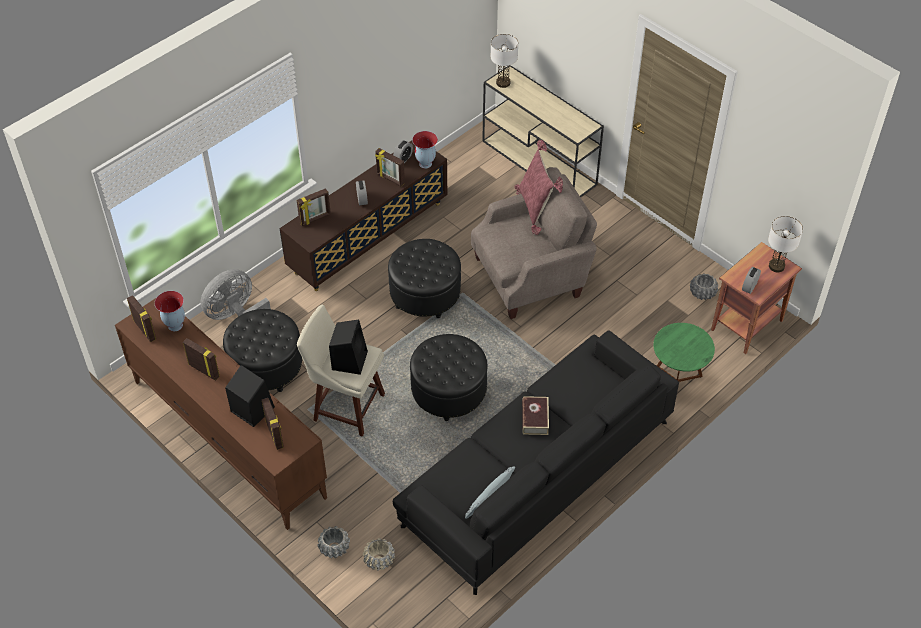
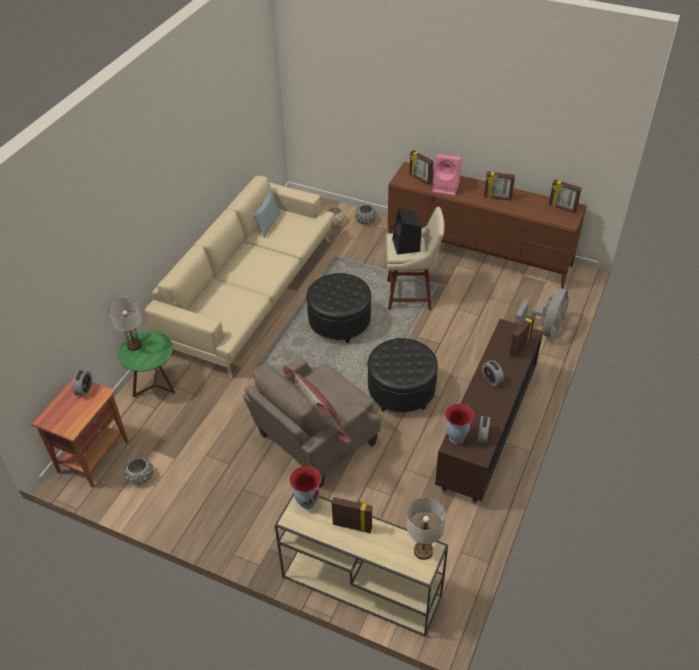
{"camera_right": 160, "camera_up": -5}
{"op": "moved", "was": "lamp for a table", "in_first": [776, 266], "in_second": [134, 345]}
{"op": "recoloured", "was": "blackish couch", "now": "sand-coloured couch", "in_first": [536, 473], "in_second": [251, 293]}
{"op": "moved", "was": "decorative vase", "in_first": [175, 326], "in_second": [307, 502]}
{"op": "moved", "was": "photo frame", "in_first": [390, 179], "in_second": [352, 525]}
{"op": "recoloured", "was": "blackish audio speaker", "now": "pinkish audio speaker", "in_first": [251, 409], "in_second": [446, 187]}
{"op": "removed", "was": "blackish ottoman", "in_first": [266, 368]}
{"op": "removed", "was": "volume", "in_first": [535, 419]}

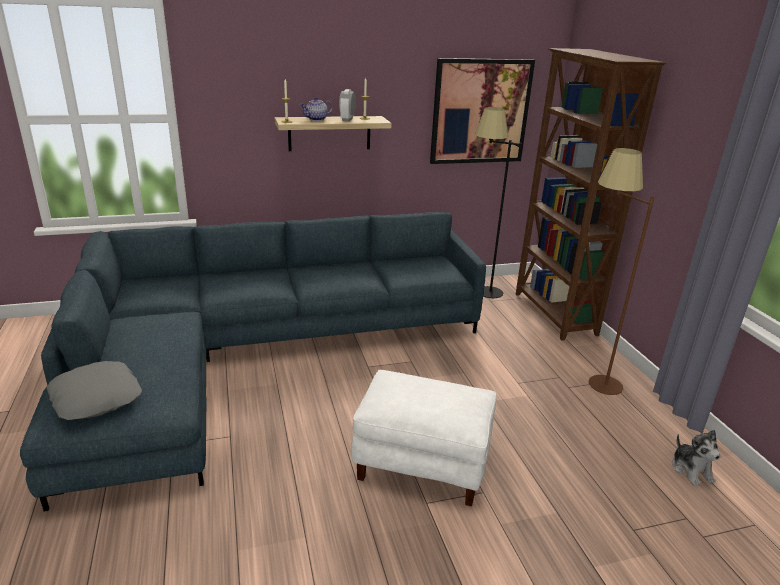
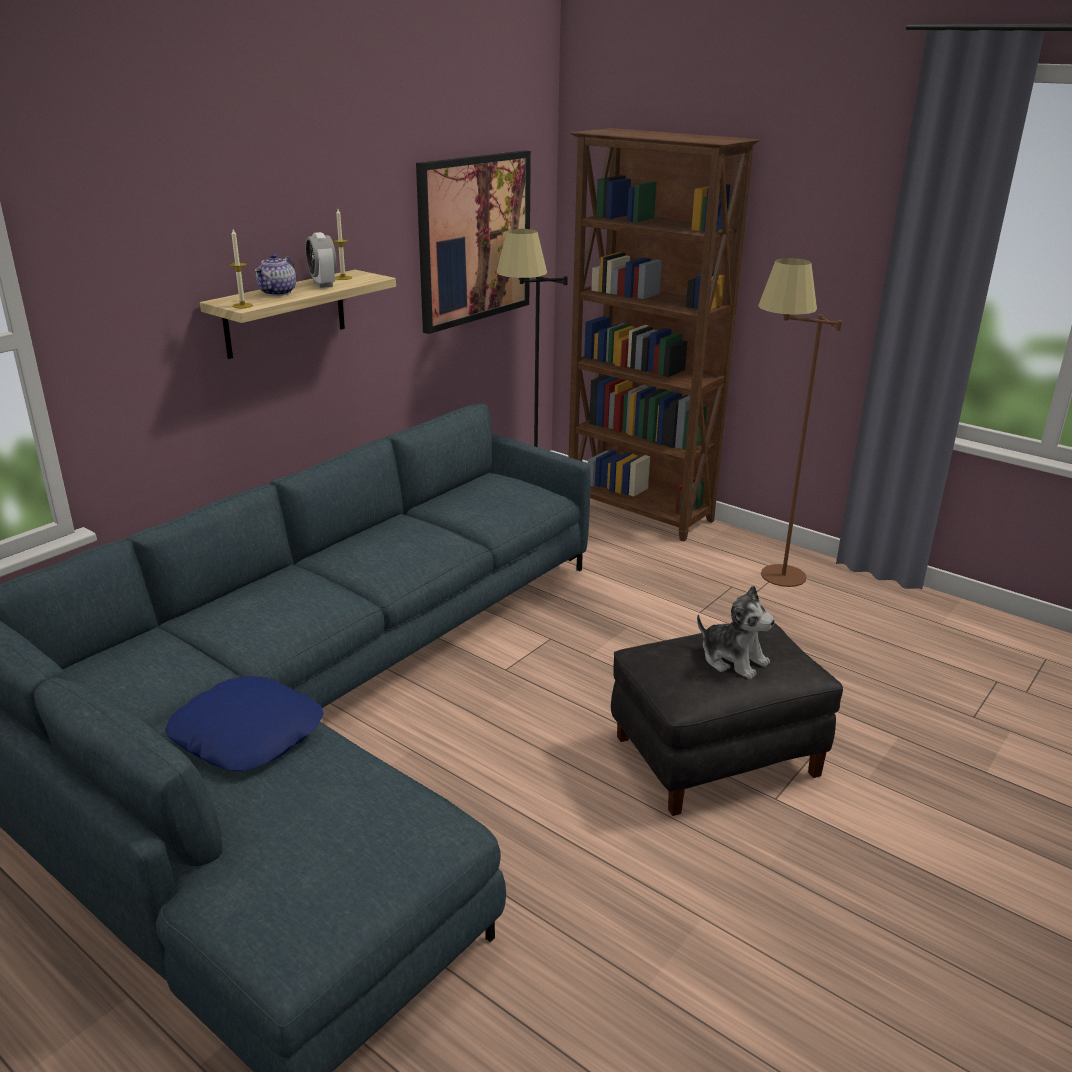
{"camera_right": -35, "camera_up": 0}
{"op": "added", "now": "bluish cushion", "in_second": [248, 734]}
{"op": "recoloured", "was": "whitish ottoman", "now": "blackish ottoman", "in_first": [423, 462], "in_second": [716, 755]}
{"op": "moved", "was": "soft toy", "in_first": [691, 470], "in_second": [733, 660]}
{"op": "removed", "was": "greyish cushion", "in_first": [97, 397]}

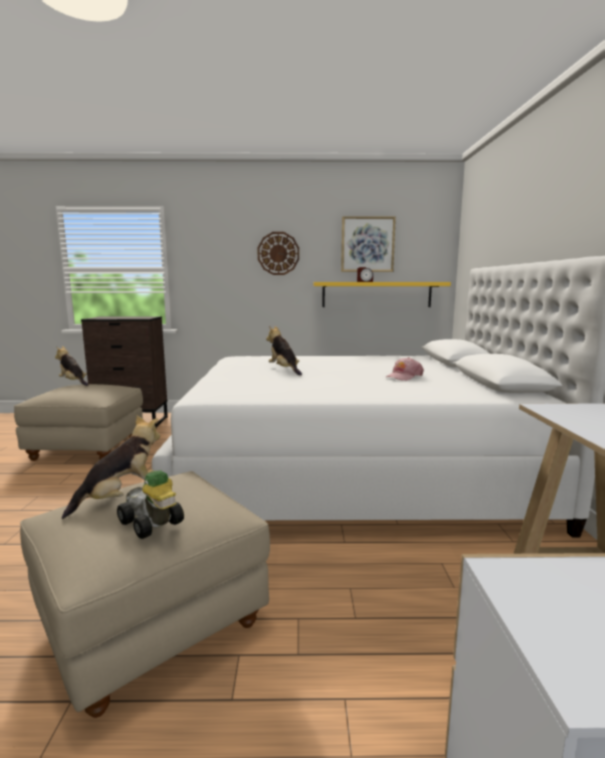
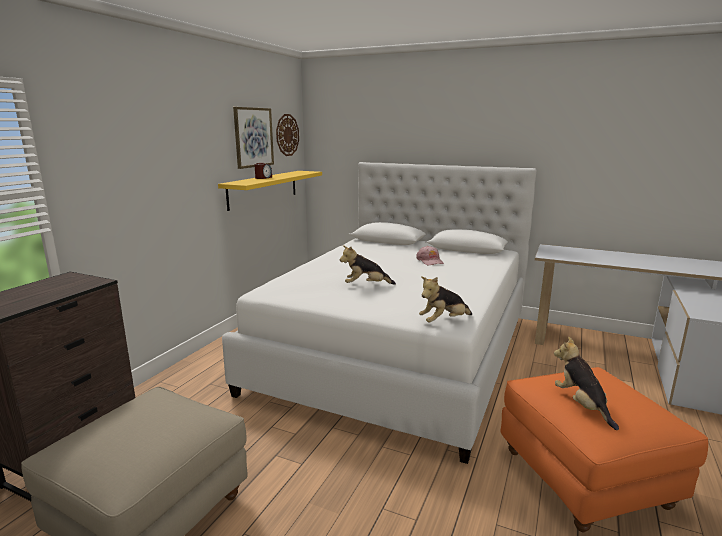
{"camera_right": -65, "camera_up": 5}
{"op": "moved", "was": "wall clock", "in_first": [278, 253], "in_second": [287, 135]}
{"op": "moved", "was": "soft toy", "in_first": [73, 382], "in_second": [444, 321]}
{"op": "recoloured", "was": "sand-coloured ottoman", "now": "orangey ottoman", "in_first": [152, 625], "in_second": [585, 479]}
{"op": "removed", "was": "miniature car", "in_first": [151, 525]}

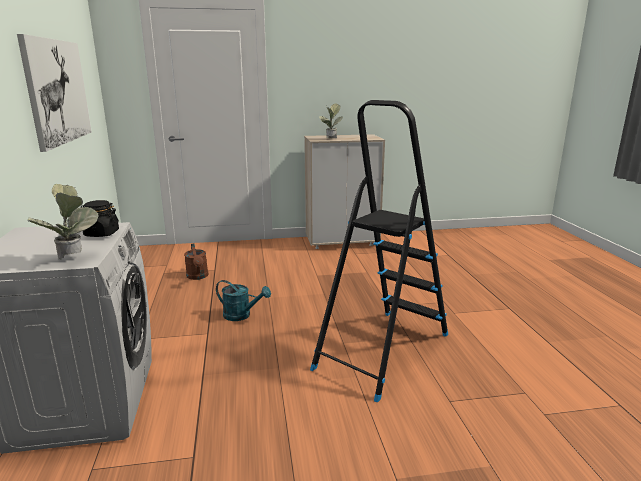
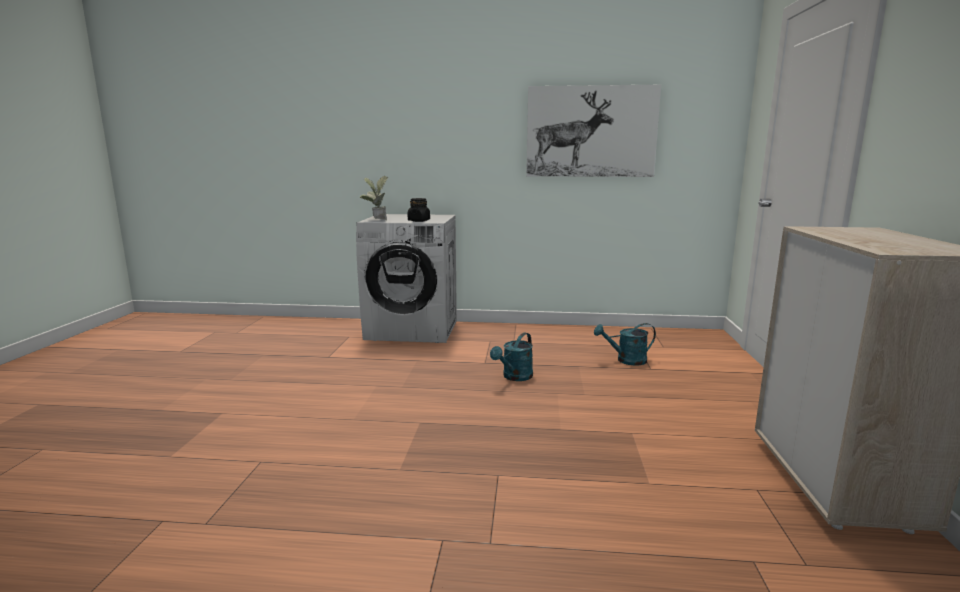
{"camera_right": 105, "camera_up": -5}
{"op": "recoloured", "was": "brown watering pot", "now": "turquoise-coloured watering pot", "in_first": [198, 277], "in_second": [626, 360]}
{"op": "removed", "was": "blackish step ladder", "in_first": [384, 350]}
{"op": "removed", "was": "potted plant", "in_first": [330, 139]}

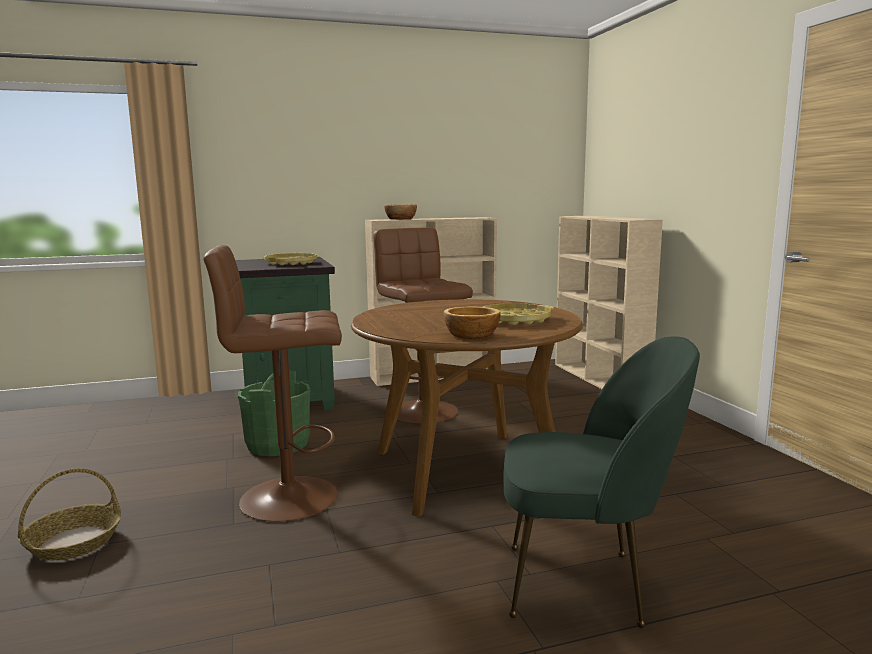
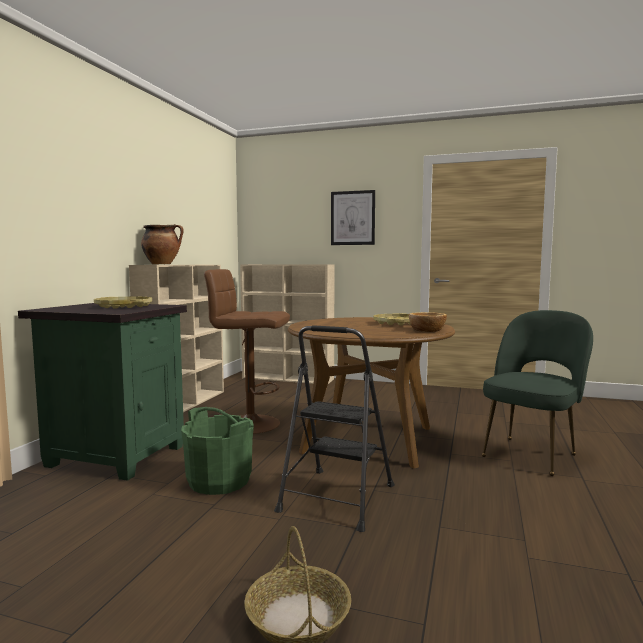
{"camera_right": -55, "camera_up": -5}
{"op": "replaced", "was": "serving bowl", "now": "stockpot", "in_first": [401, 219], "in_second": [162, 264]}
{"op": "replaced", "was": "brown stool", "now": "blackish step ladder", "in_first": [288, 498], "in_second": [335, 498]}
{"op": "added", "now": "picture", "in_second": [353, 218]}

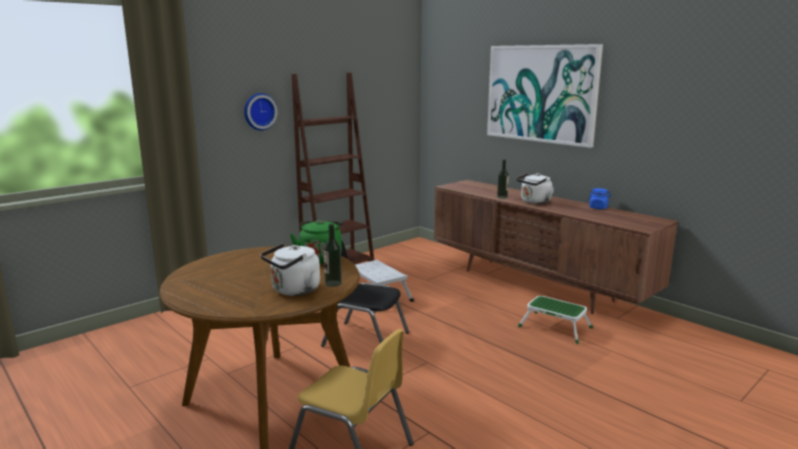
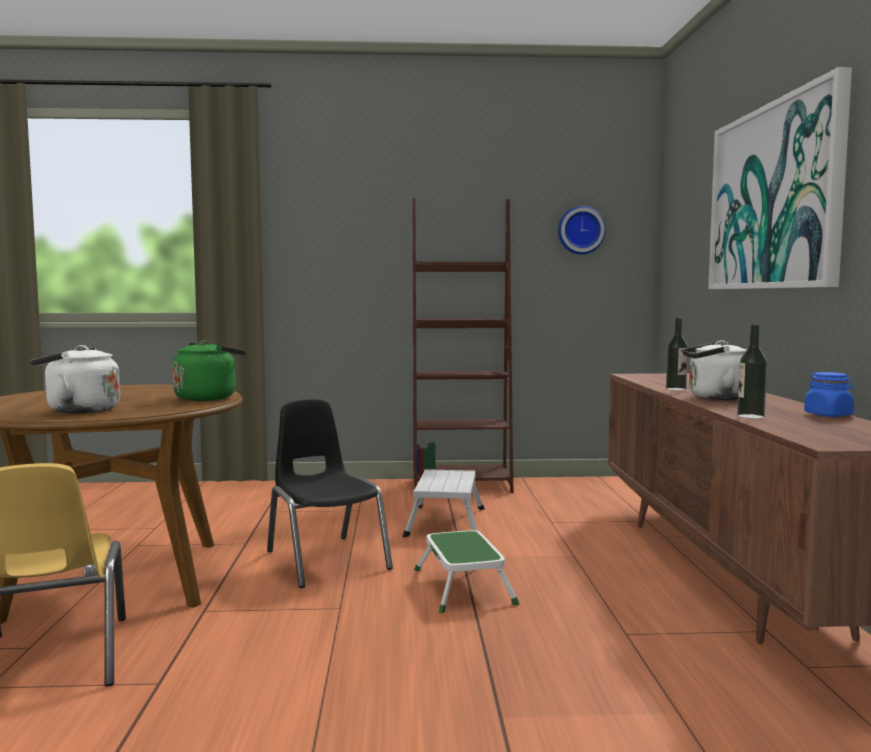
{"camera_right": 40, "camera_up": -10}
{"op": "moved", "was": "green-coloured step ladder", "in_first": [555, 327], "in_second": [463, 586]}
{"op": "moved", "was": "wall clock", "in_first": [259, 111], "in_second": [580, 230]}
{"op": "moved", "was": "beverage bottle", "in_first": [333, 283], "in_second": [750, 416]}

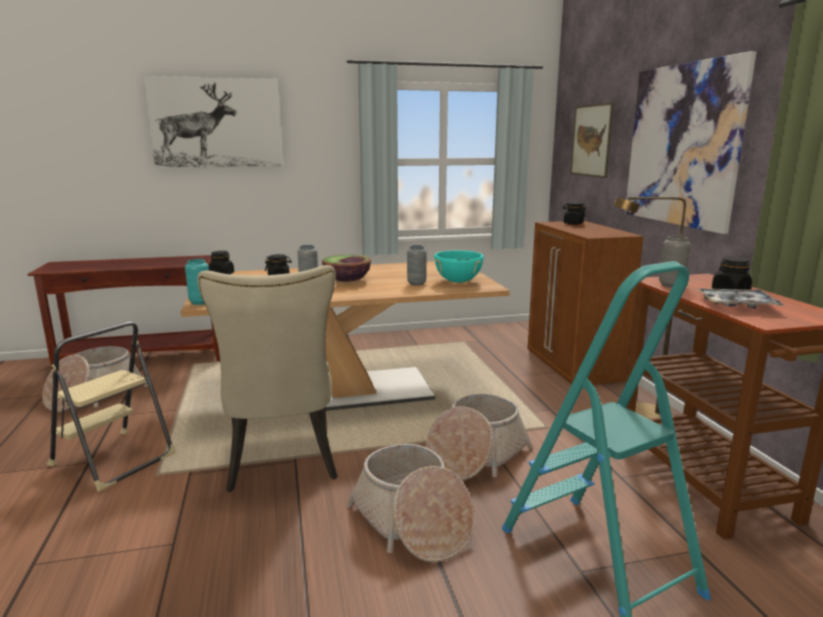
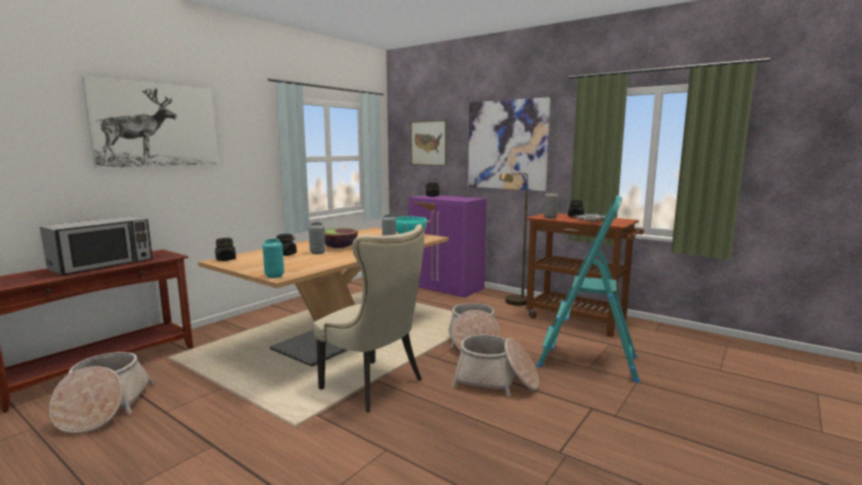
{"camera_right": -40, "camera_up": -5}
{"op": "added", "now": "kitchen microwave", "in_second": [103, 265]}
{"op": "recoloured", "was": "brown cupboard", "now": "purple cupboard", "in_first": [573, 364], "in_second": [446, 287]}
{"op": "removed", "was": "sand-coloured step ladder", "in_first": [115, 460]}

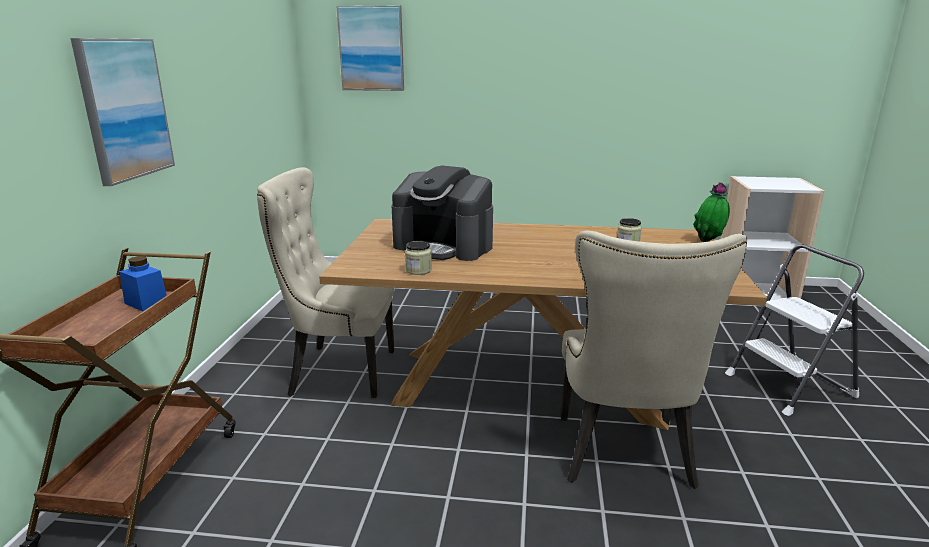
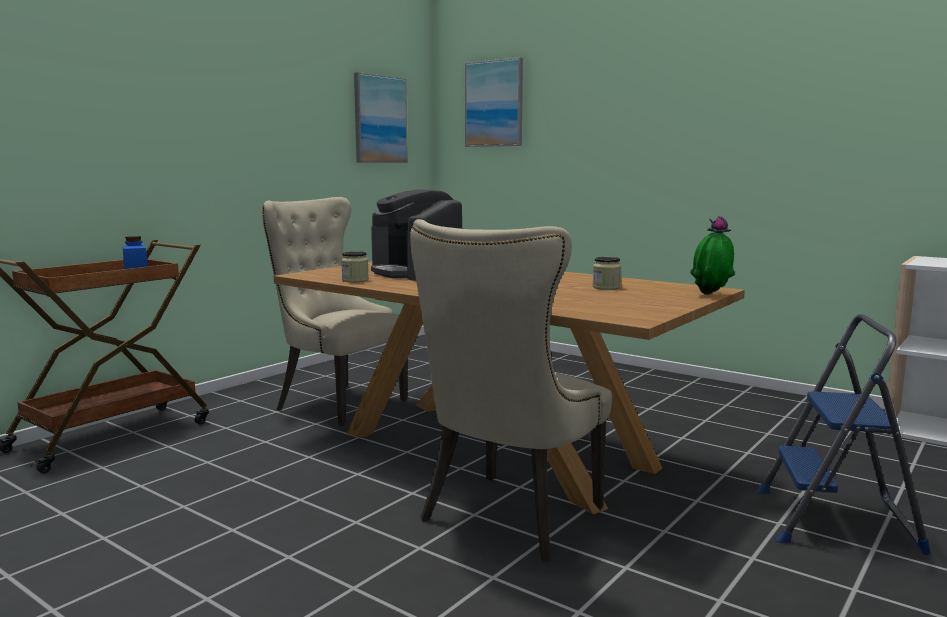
{"camera_right": 30, "camera_up": -10}
{"op": "moved", "was": "picture", "in_first": [124, 109], "in_second": [379, 119]}
{"op": "recoloured", "was": "whitish step ladder", "now": "bluish step ladder", "in_first": [794, 384], "in_second": [843, 521]}

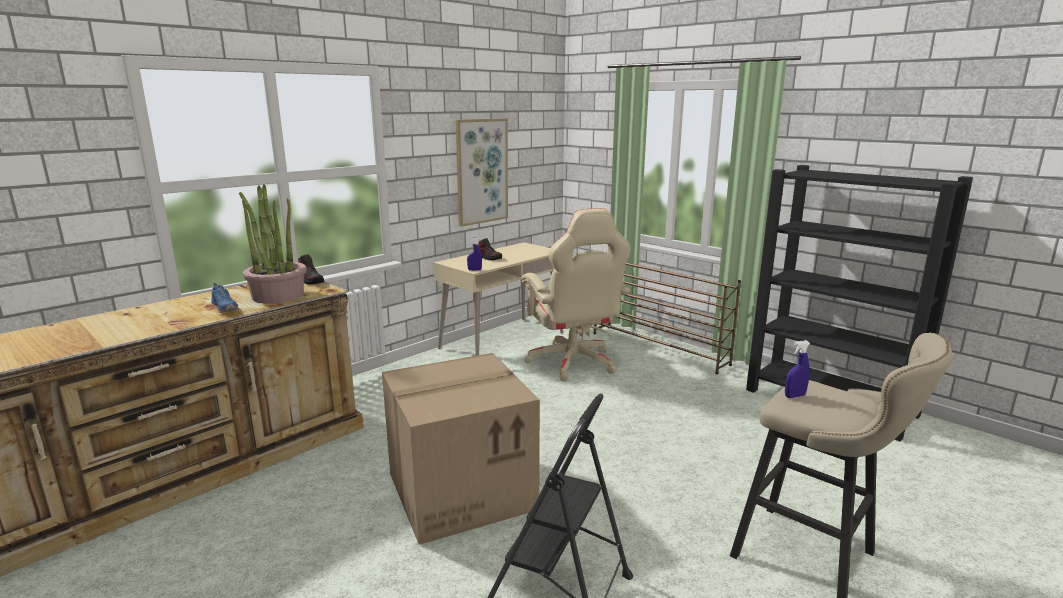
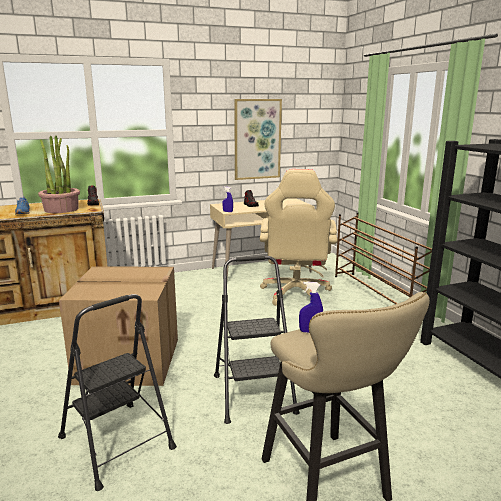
{"camera_right": 25, "camera_up": 0}
{"op": "added", "now": "blackish step ladder", "in_second": [253, 391]}

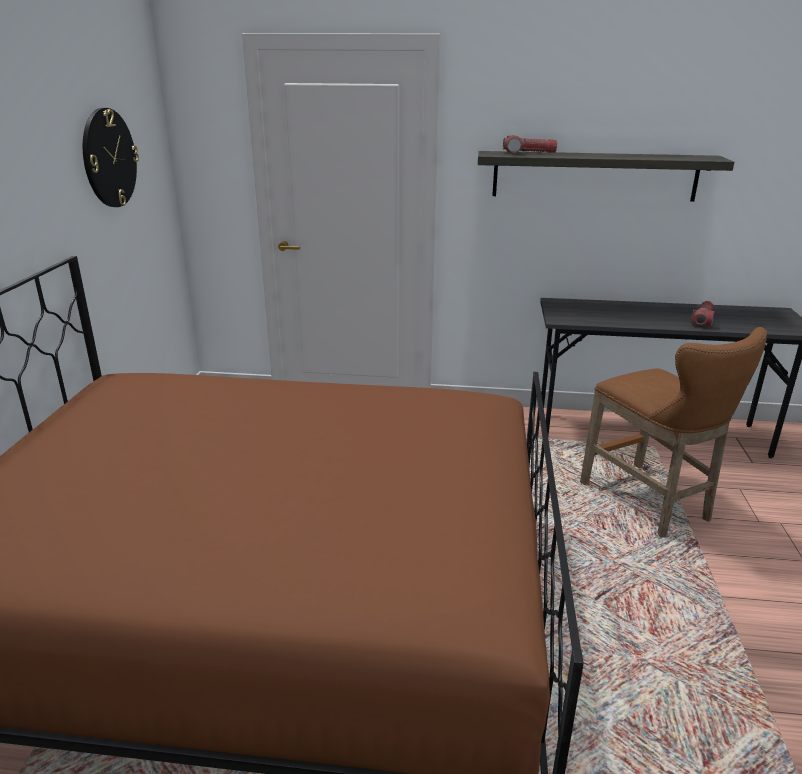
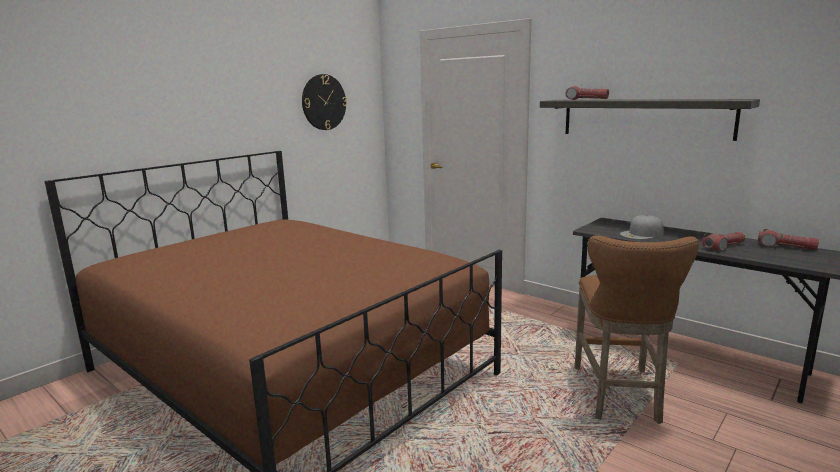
{"camera_right": 35, "camera_up": -10}
{"op": "added", "now": "greyish baseball cap", "in_second": [642, 234]}
{"op": "added", "now": "hand torch", "in_second": [786, 247]}

